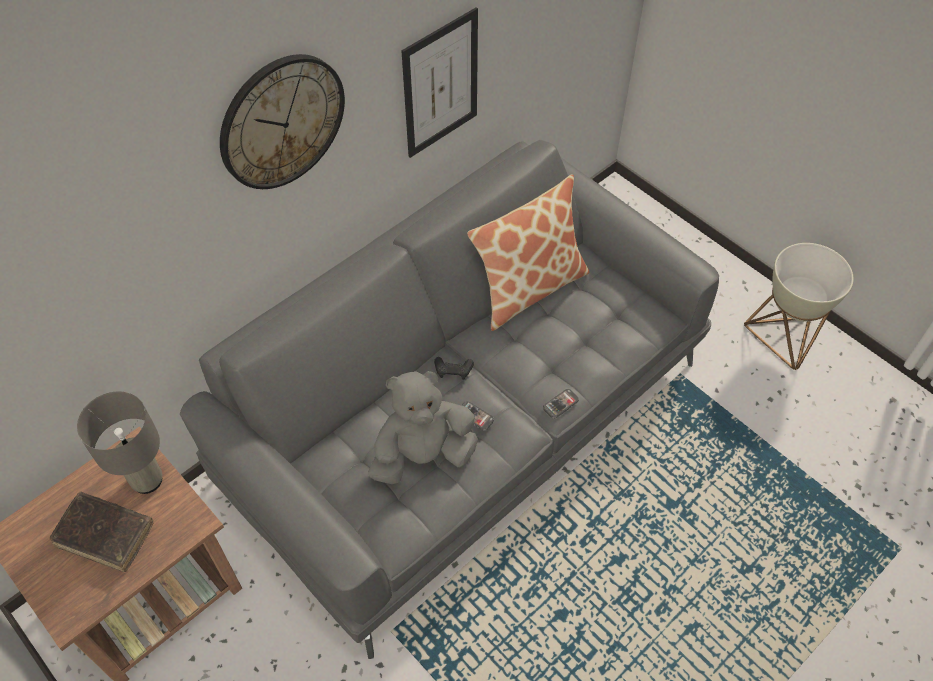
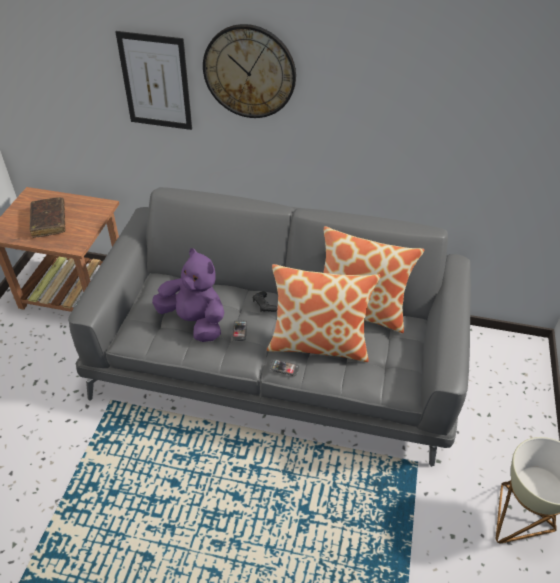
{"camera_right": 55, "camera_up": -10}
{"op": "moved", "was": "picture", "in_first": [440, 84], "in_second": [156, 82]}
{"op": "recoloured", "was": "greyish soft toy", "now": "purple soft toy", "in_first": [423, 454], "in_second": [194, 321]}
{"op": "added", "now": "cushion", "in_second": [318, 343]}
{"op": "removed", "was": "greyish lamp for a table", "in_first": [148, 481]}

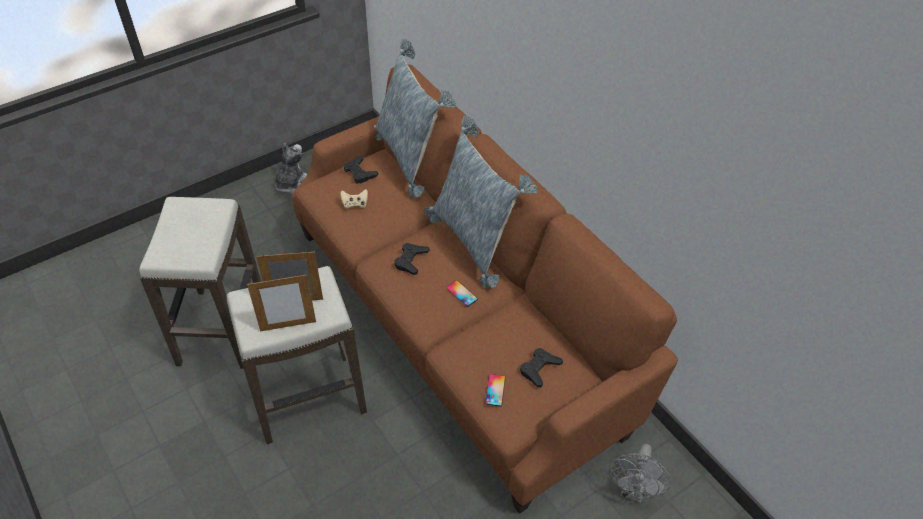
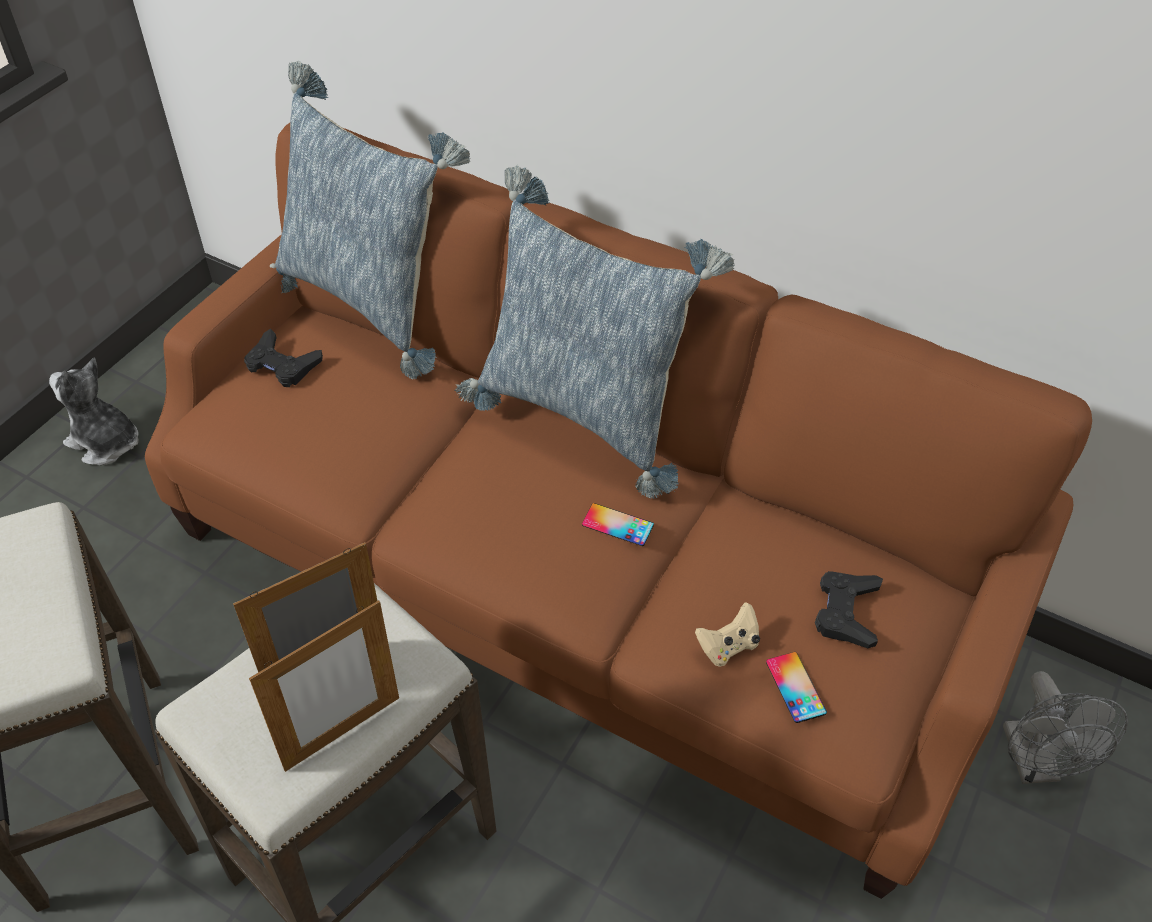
{"camera_right": -25, "camera_up": 0}
{"op": "turned", "was": "soft toy", "in_first": [291, 183], "in_second": [105, 442], "clockwise": -60}
{"op": "moved", "was": "sand-coloured joypad", "in_first": [355, 204], "in_second": [728, 646]}
{"op": "removed", "was": "blackish joypad", "in_first": [411, 260]}

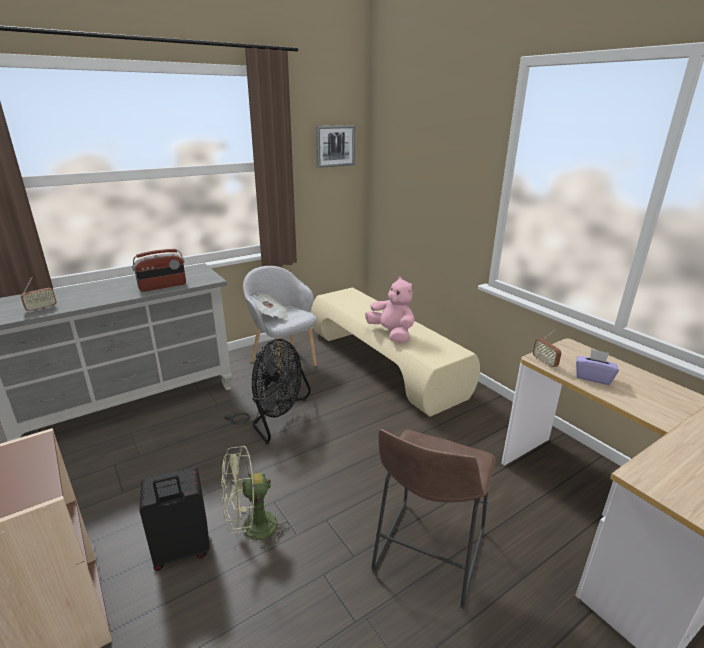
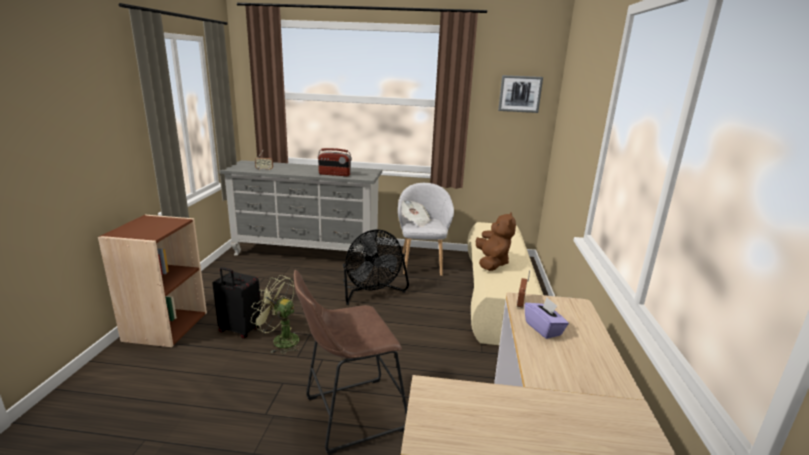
{"camera_right": 40, "camera_up": -5}
{"op": "recoloured", "was": "pinkish soft toy", "now": "brown soft toy", "in_first": [391, 334], "in_second": [492, 263]}

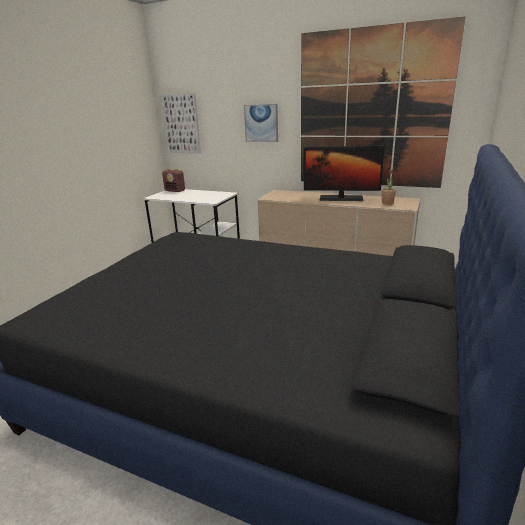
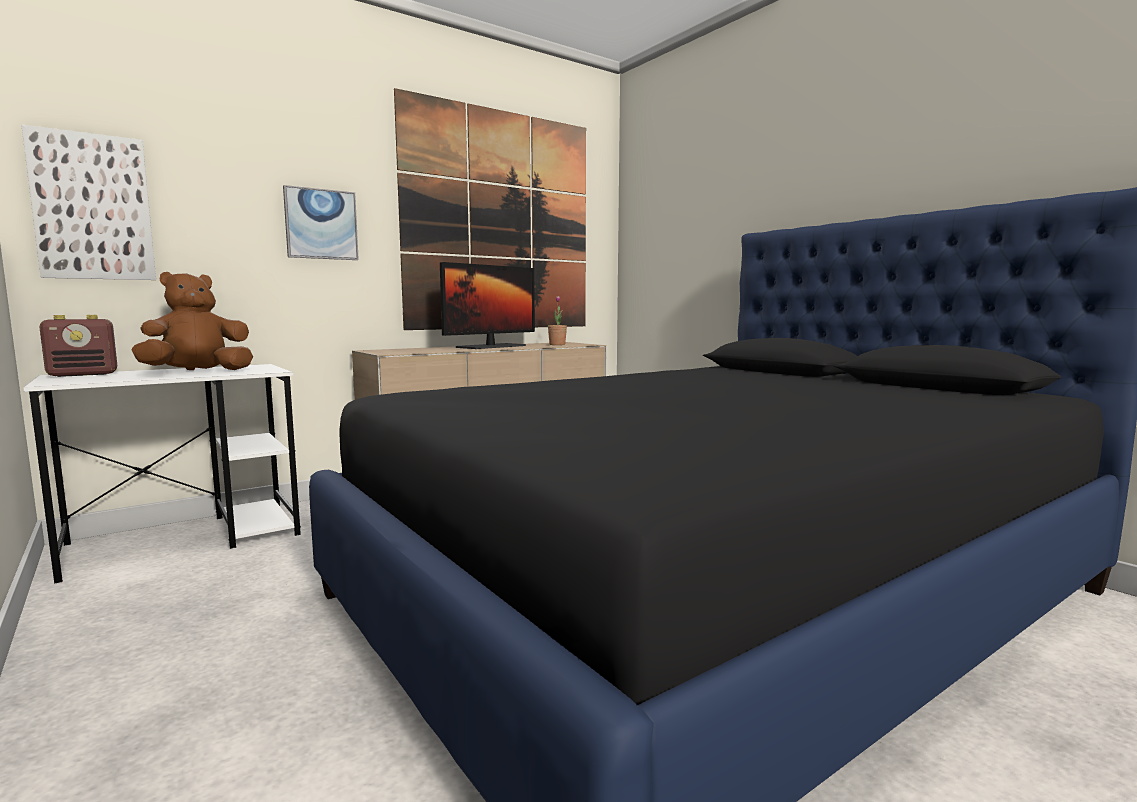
{"camera_right": -60, "camera_up": -15}
{"op": "added", "now": "brown soft toy", "in_second": [198, 372]}

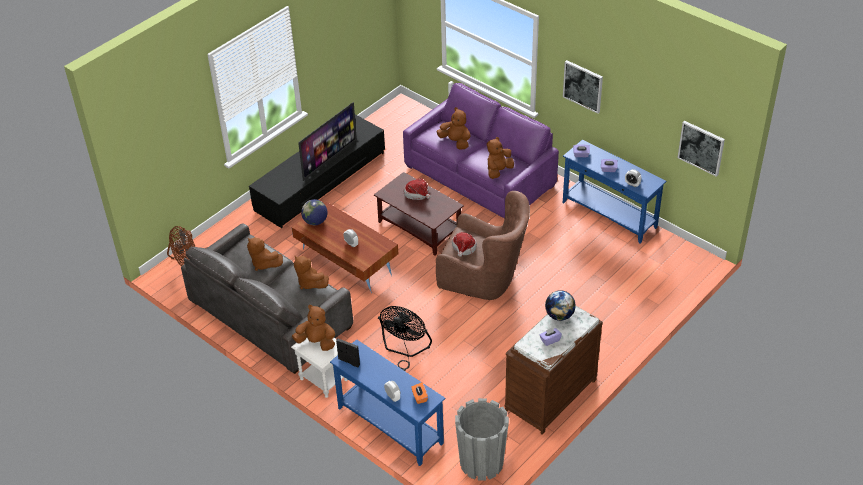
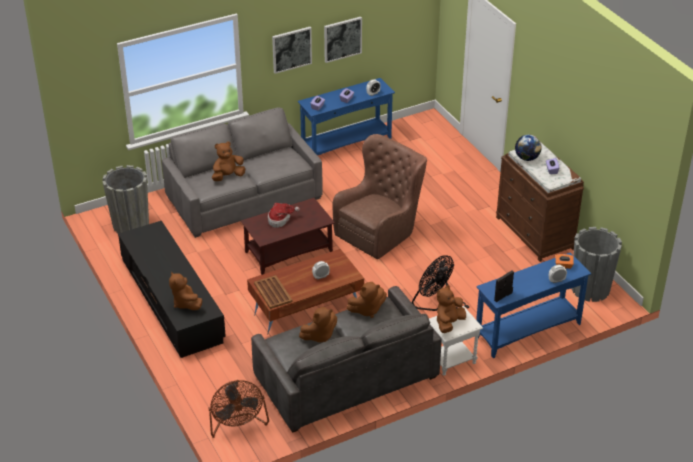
{"camera_right": -70, "camera_up": -5}
{"op": "added", "now": "greyish flower pot", "in_second": [131, 224]}
{"op": "recoloured", "was": "purple couch", "now": "greyish couch", "in_first": [480, 176], "in_second": [244, 198]}
{"op": "moved", "was": "brown soft toy", "in_first": [498, 171], "in_second": [185, 303]}
{"op": "replaced", "was": "world globe", "now": "brown serving tray", "in_first": [315, 222], "in_second": [273, 293]}
{"op": "moved", "was": "picture", "in_first": [701, 147], "in_second": [342, 39]}
{"op": "removed", "was": "TV", "in_first": [329, 159]}
{"op": "removed", "was": "hat", "in_first": [463, 248]}

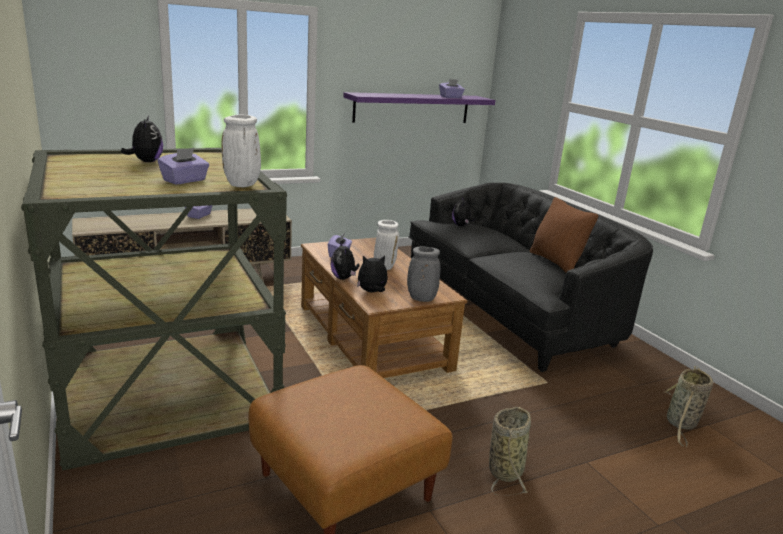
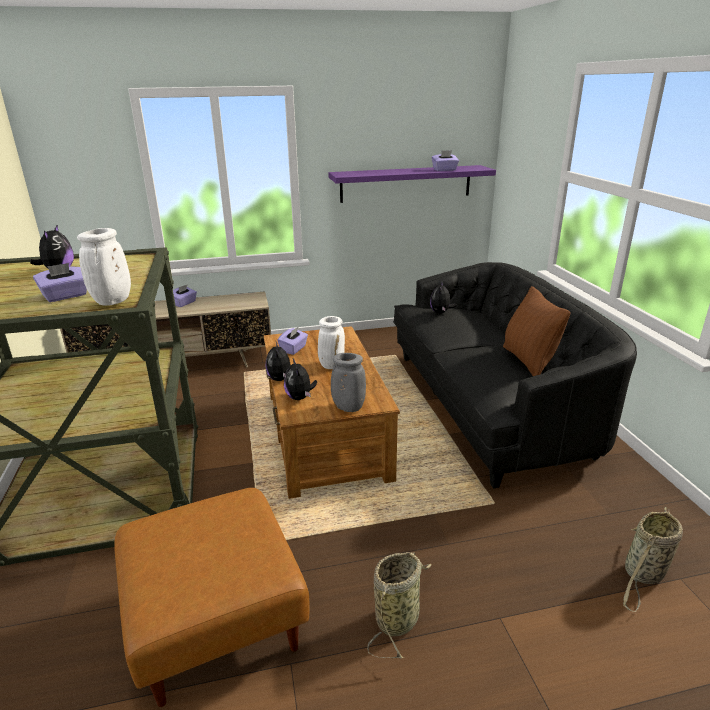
{"camera_right": 15, "camera_up": 5}
{"op": "turned", "was": "soft toy", "in_first": [372, 292], "in_second": [300, 397], "clockwise": -105}

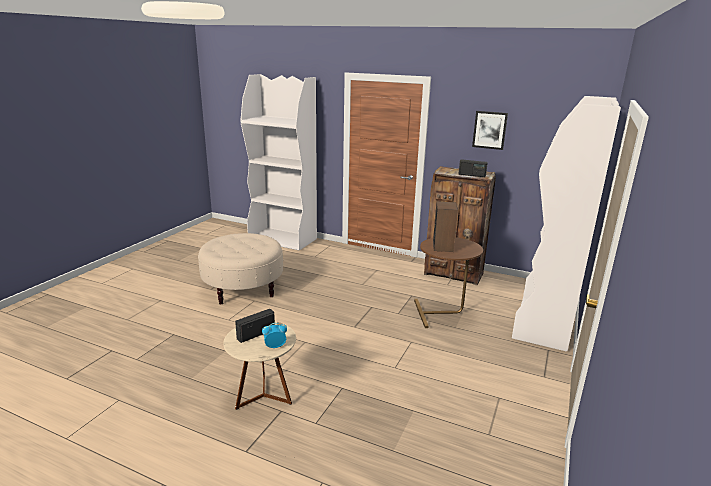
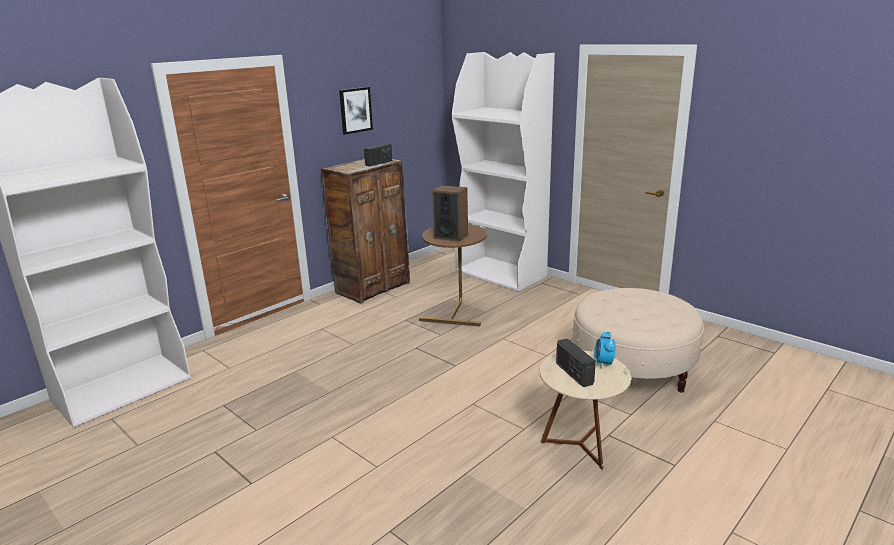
{"camera_right": -70, "camera_up": 0}
{"op": "moved", "was": "sand-coloured ottoman", "in_first": [243, 288], "in_second": [631, 372]}

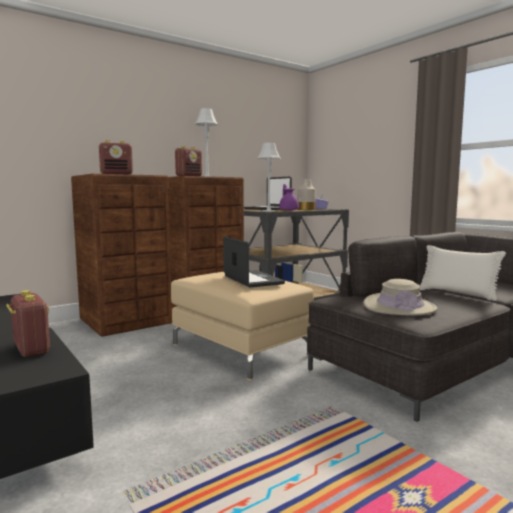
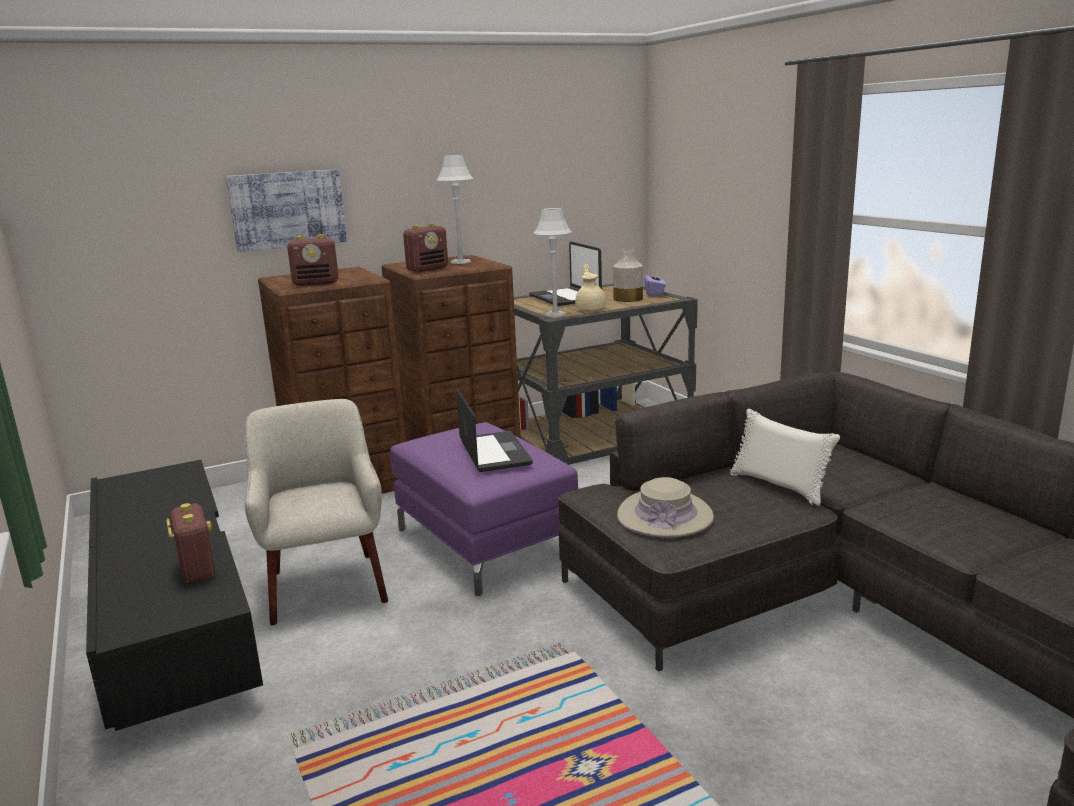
{"camera_right": 10, "camera_up": 10}
{"op": "added", "now": "picture", "in_second": [288, 209]}
{"op": "added", "now": "sand-coloured armchair", "in_second": [326, 586]}
{"op": "recoloured", "was": "sand-coloured ottoman", "now": "purple ottoman", "in_first": [239, 350], "in_second": [483, 543]}
{"op": "recoloured", "was": "purple teapot", "now": "sand-coloured teapot", "in_first": [288, 210], "in_second": [591, 309]}

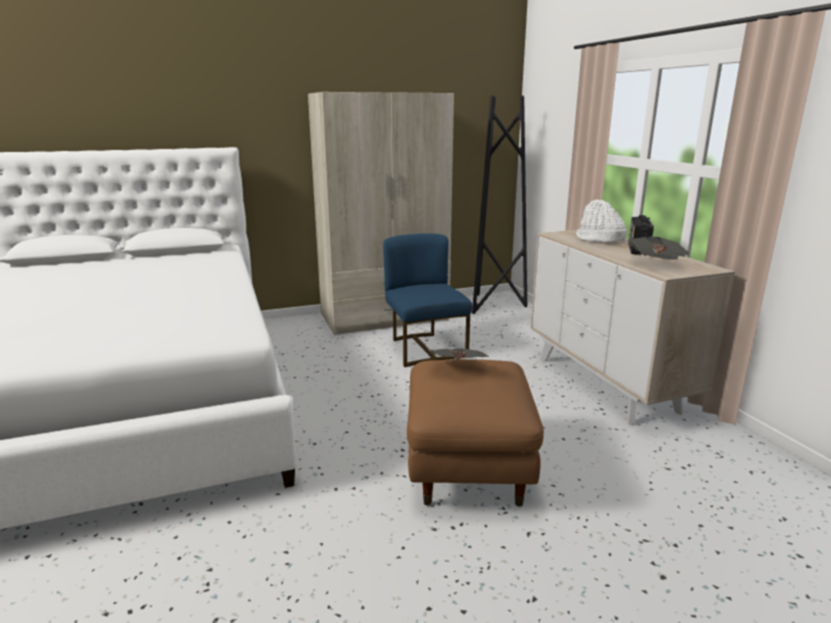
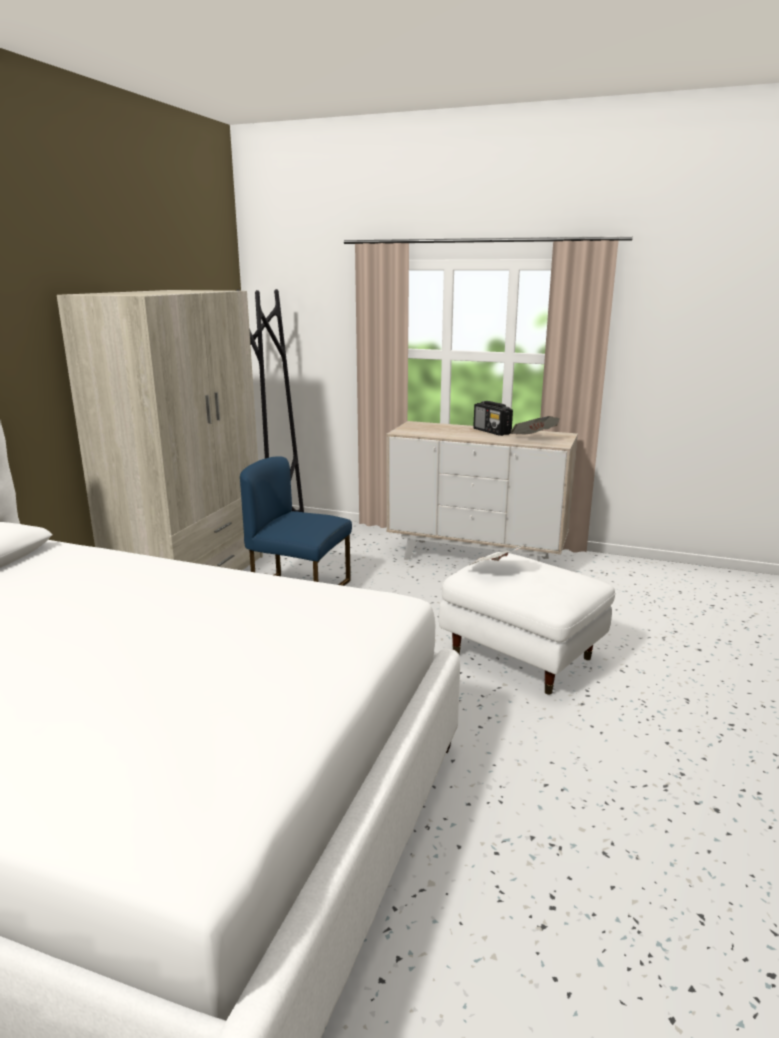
{"camera_right": -50, "camera_up": 0}
{"op": "recoloured", "was": "brown ottoman", "now": "whitish ottoman", "in_first": [468, 469], "in_second": [523, 657]}
{"op": "removed", "was": "whitish hat", "in_first": [599, 239]}

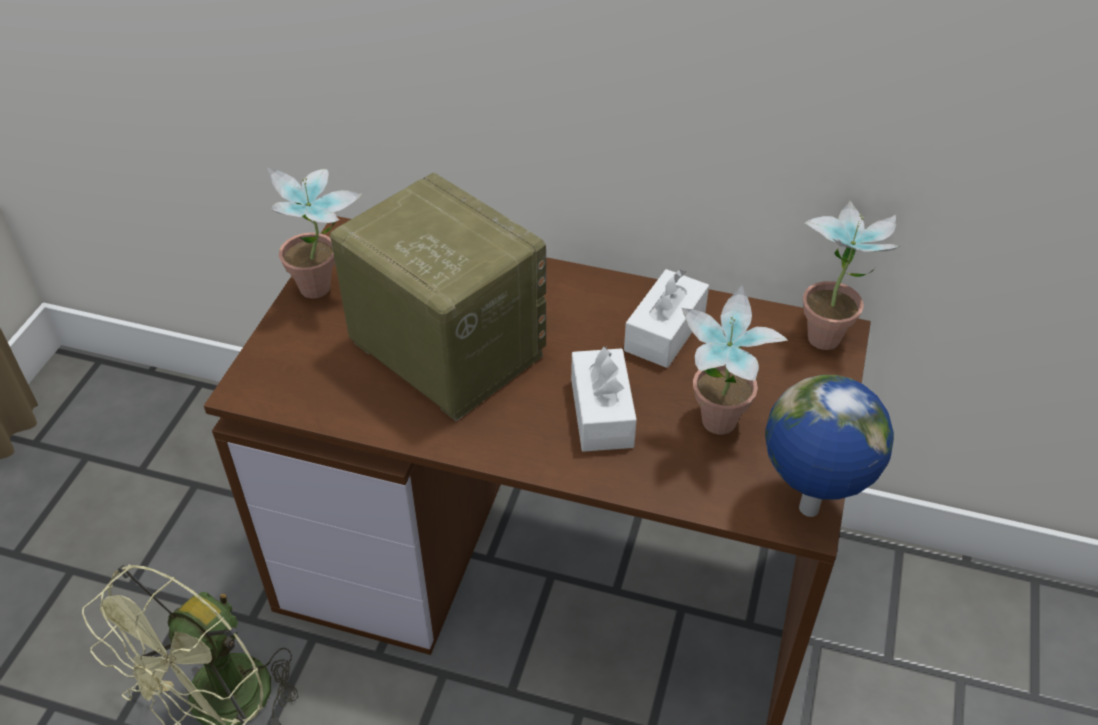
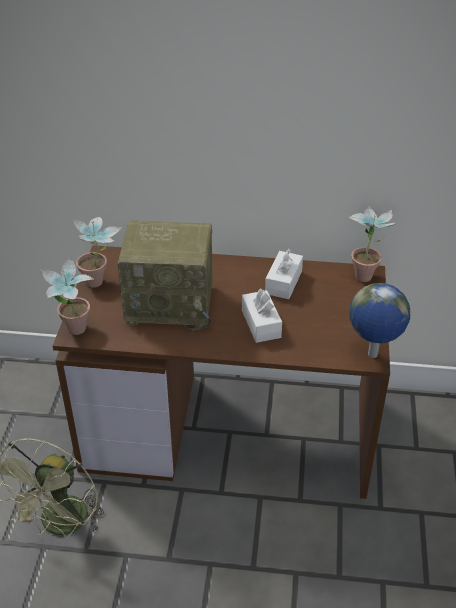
{"camera_right": -10, "camera_up": -5}
{"op": "moved", "was": "potted plant", "in_first": [715, 431], "in_second": [74, 333]}
{"op": "turned", "was": "radio receiver", "in_first": [443, 349], "in_second": [171, 304], "clockwise": 150}

